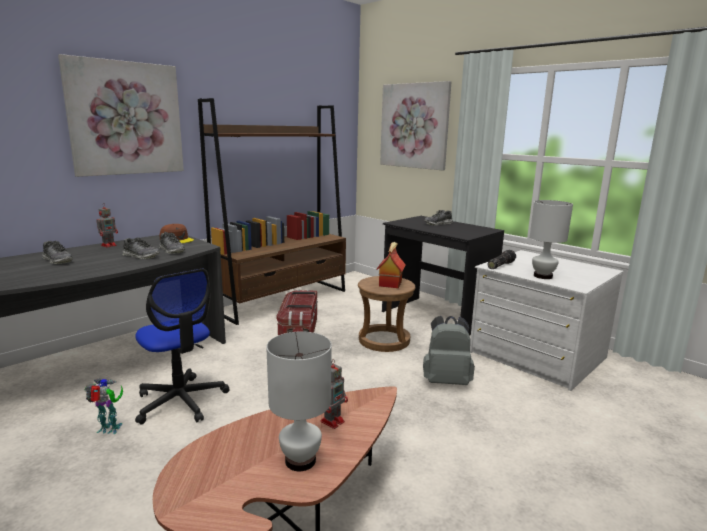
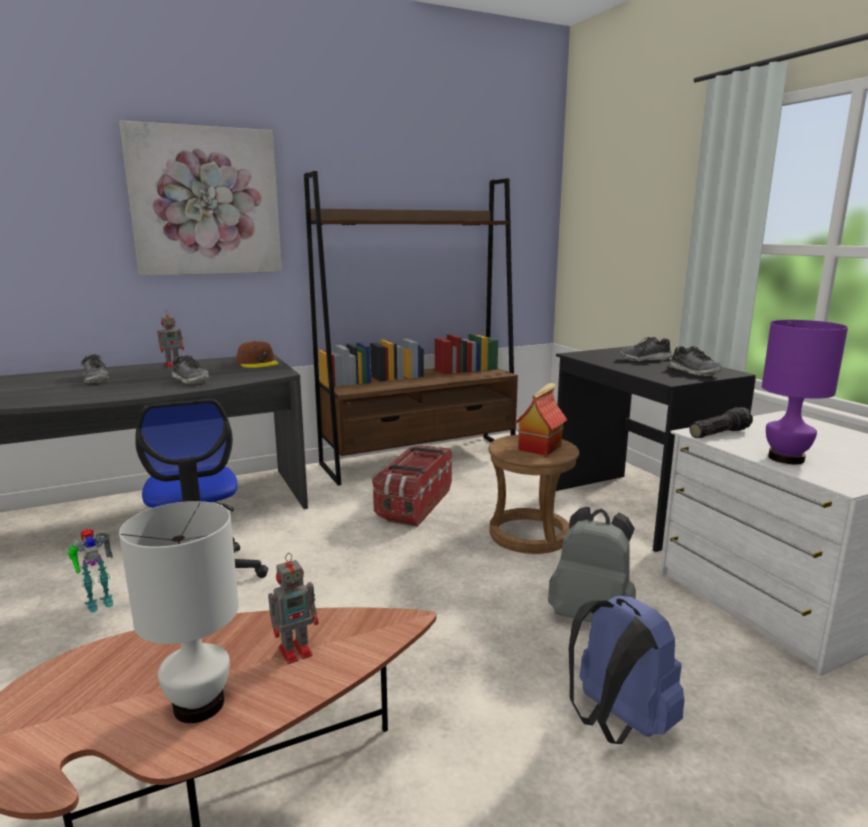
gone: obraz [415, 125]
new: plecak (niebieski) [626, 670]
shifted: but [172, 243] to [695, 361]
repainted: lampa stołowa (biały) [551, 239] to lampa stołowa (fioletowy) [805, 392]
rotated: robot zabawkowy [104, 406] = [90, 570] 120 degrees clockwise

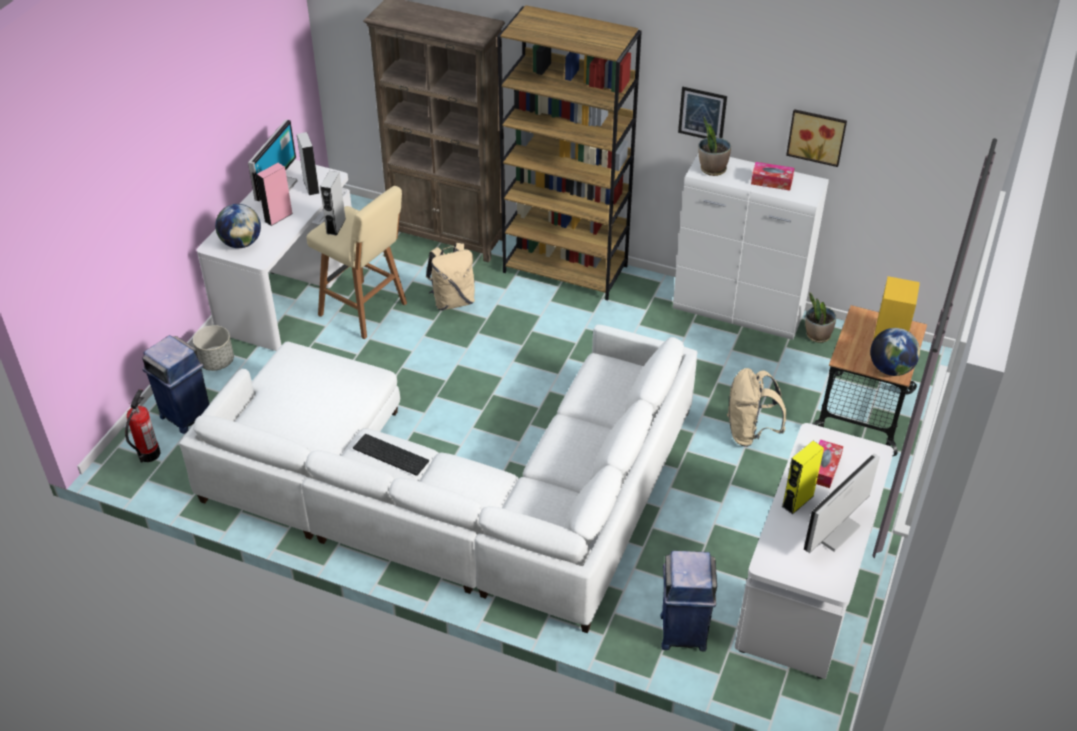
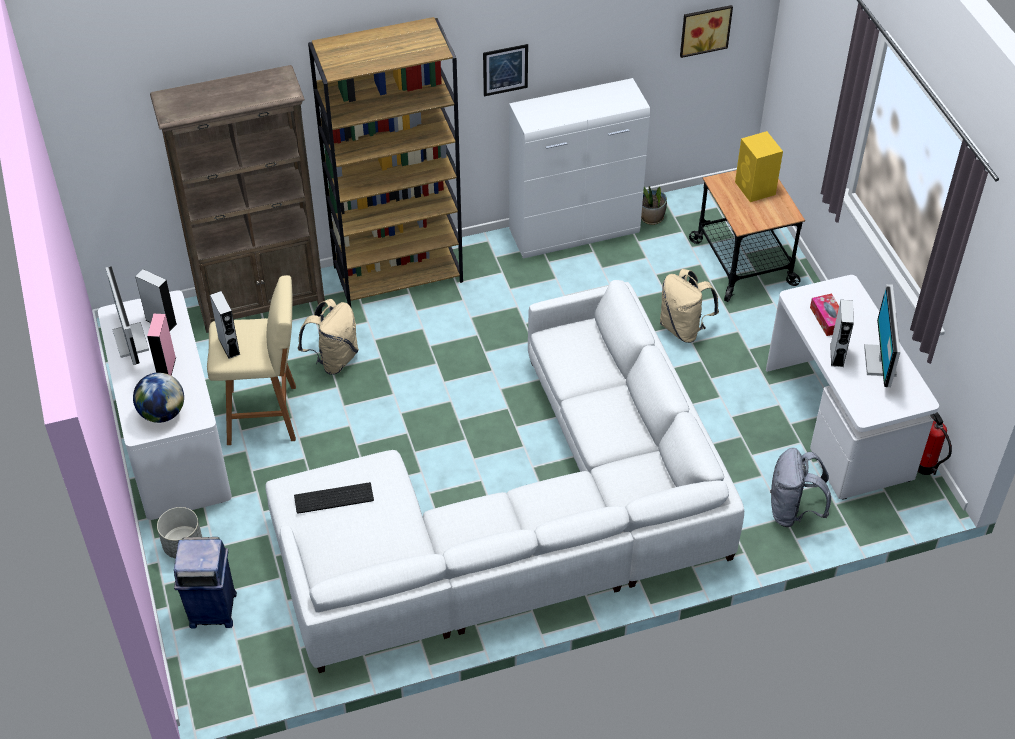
gone: roślina doniczkowa [714, 146]; pudełko chusteczek [772, 176]; globus [895, 352]
shifted: gaśnica [142, 426] to [935, 443]; klawiatura [391, 455] to [334, 498]; obraz [816, 138] to [706, 31]
swapped: kosz na śmieci (niebieski) [689, 601] to plecak (szary) [800, 487]
repainted: głośnik (żółty) [803, 477] to głośnik (szary) [842, 333]

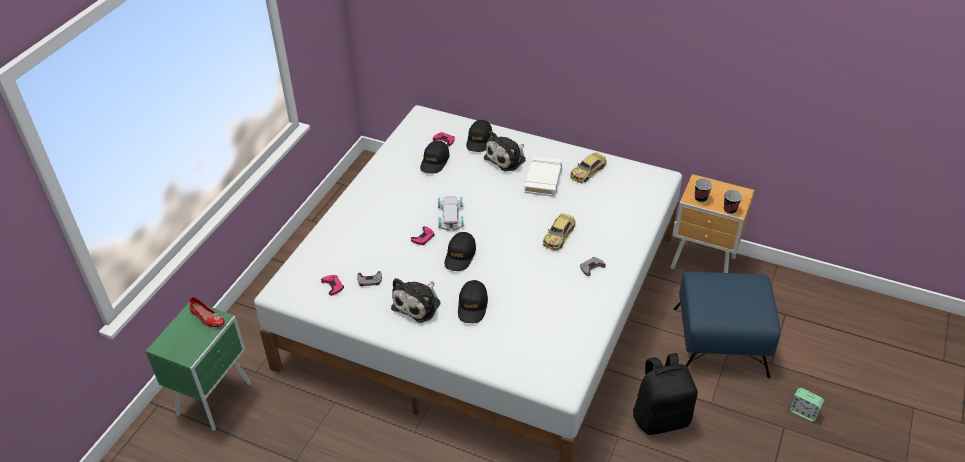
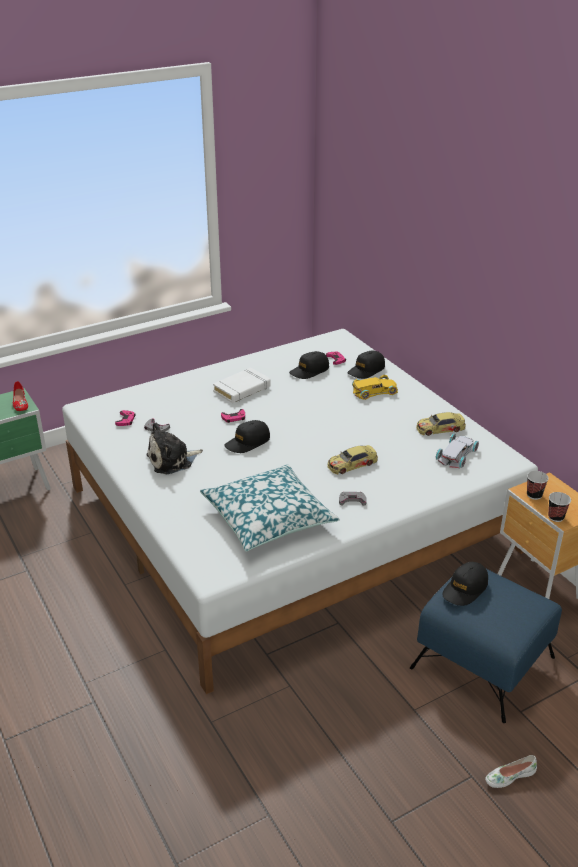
gone: plecak (czarny) [665, 394]
new: poduszka [270, 507]
shifted: samochodzik (biały) [451, 213] to [457, 450]; czapka z daszkiem (czarny) [473, 301] to [465, 584]; książka (biały) [543, 176] to [242, 385]
swapped: pluszak [505, 151] to samochodzik (żółty) [375, 387]; budzik [806, 405] to but (biały) [511, 771]

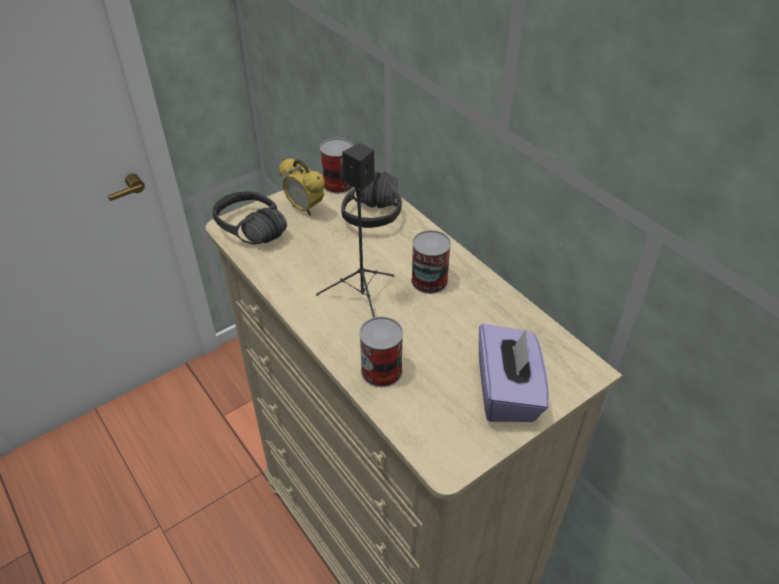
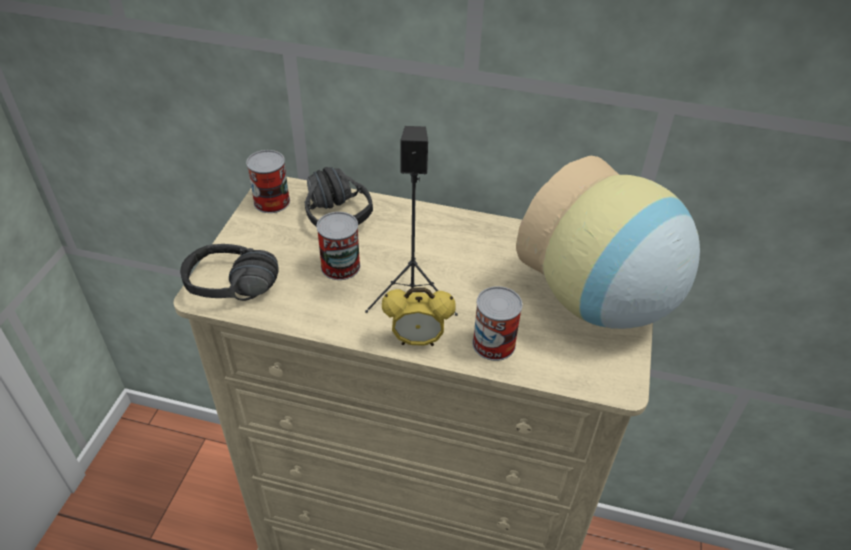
shifted: budzik [302, 187] to [419, 317]; puszka [431, 262] to [338, 246]
swapped: pudełko chusteczek (fioletowy) [514, 373] to wazon [608, 242]

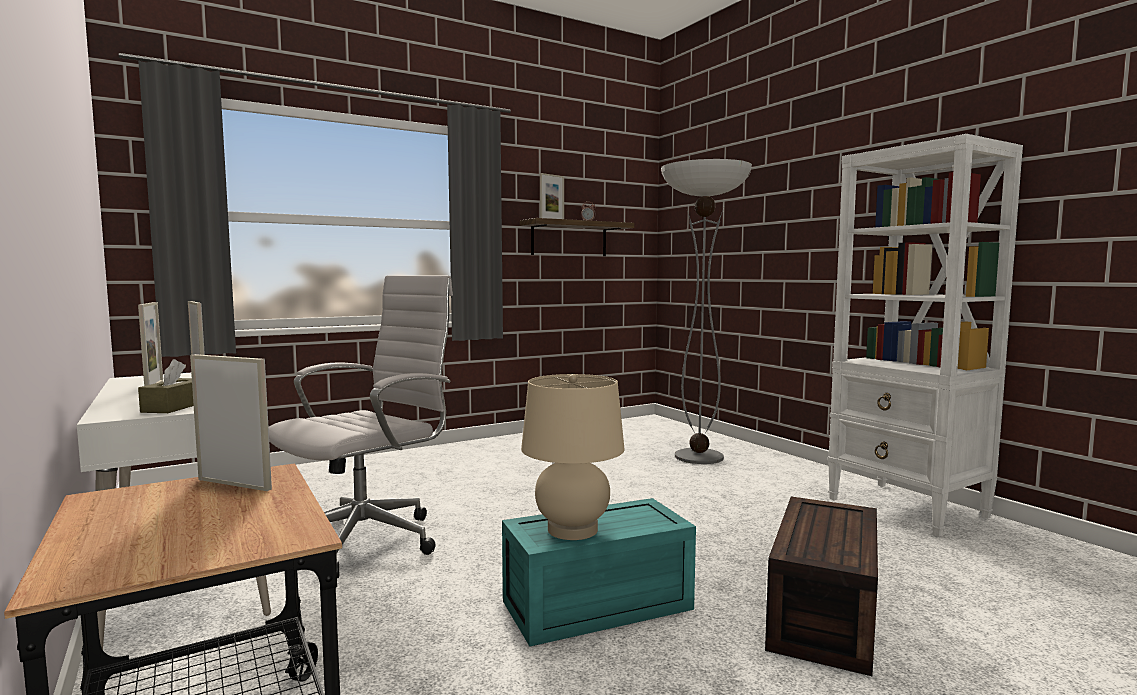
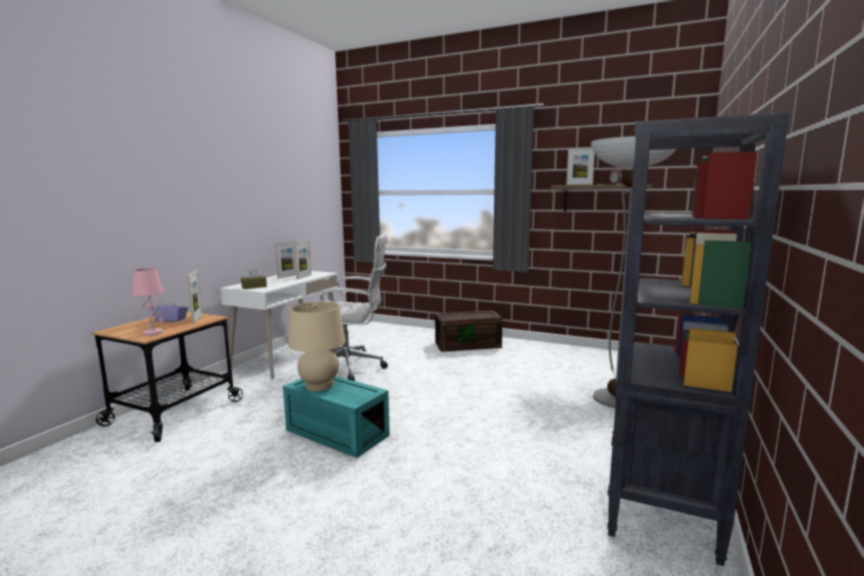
new: lampa stołowa (różowy) [148, 302]; pudełko chusteczek (fioletowy) [170, 310]
shifted: pojemnik do przechowywania (brązowy) [821, 586] to [469, 331]
repainted: regał (biały) [925, 335] to regał (czarny) [698, 339]

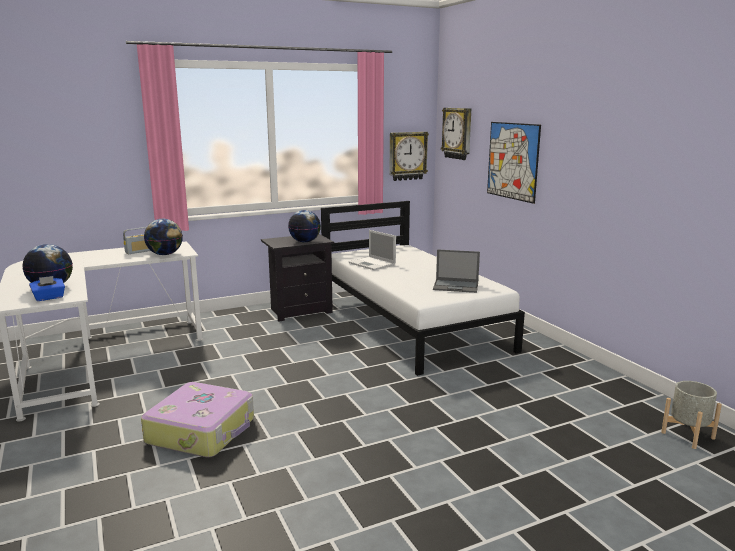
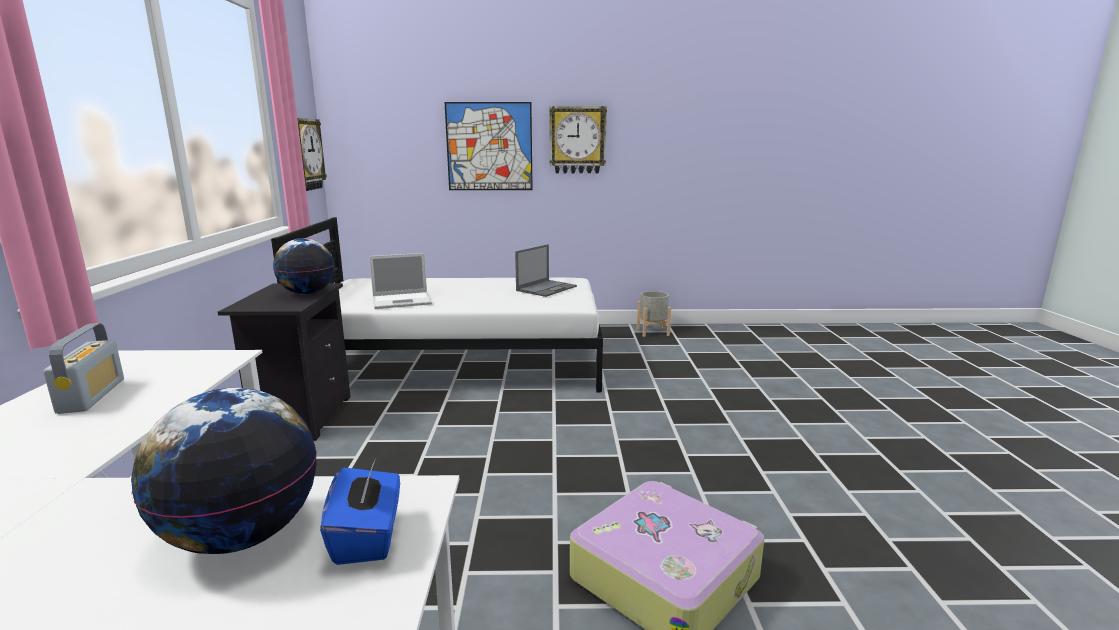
gone: globus [163, 237]
shifted: zegar ścienny [456, 134] to [578, 139]; donica (szary) [691, 415] to [654, 314]

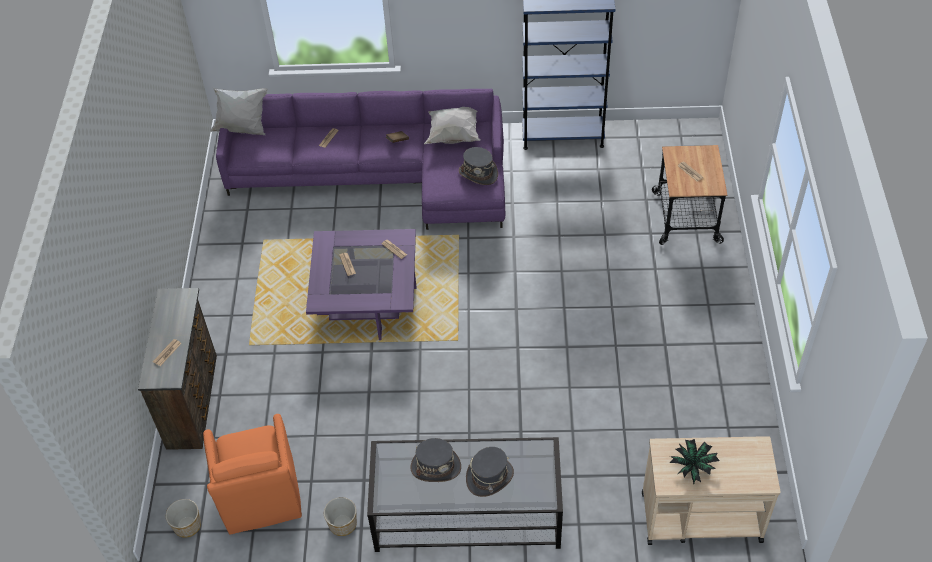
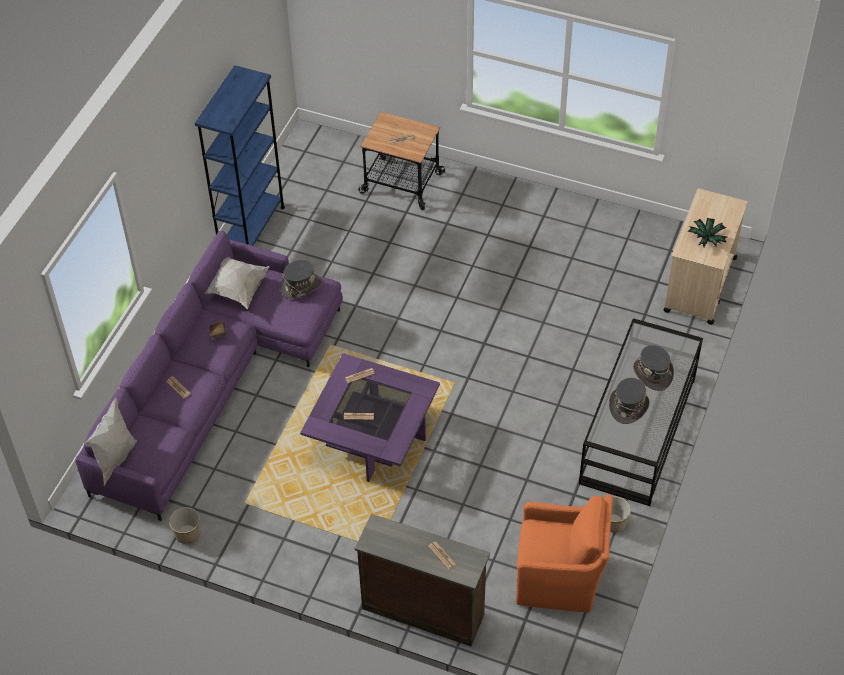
shifted: donica [183, 518] to [184, 525]

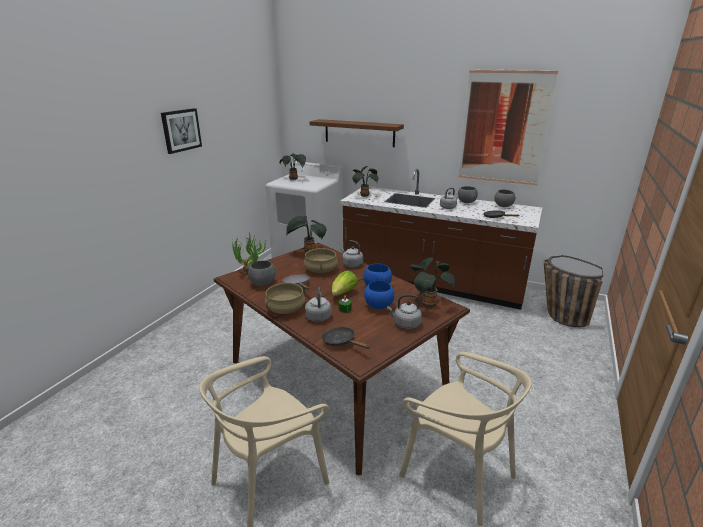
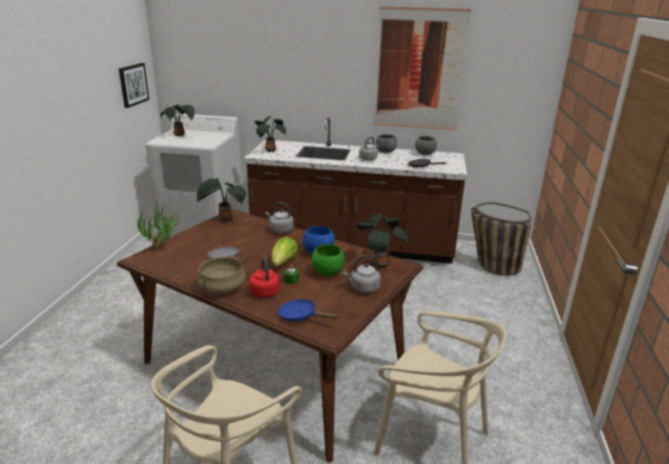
gone: miska (szary) [262, 273]; garnek (beżowy) [321, 260]; półka (brązowy) [357, 133]
shifted: obraz [181, 131] to [134, 85]
repainted: czajnik (szary) [318, 304] to czajnik (czerwony) [264, 277]; patelnia (czarny) [346, 338] to patelnia (niebieski) [308, 310]; miska (niebieski) [379, 295] to miska (zielony) [328, 260]

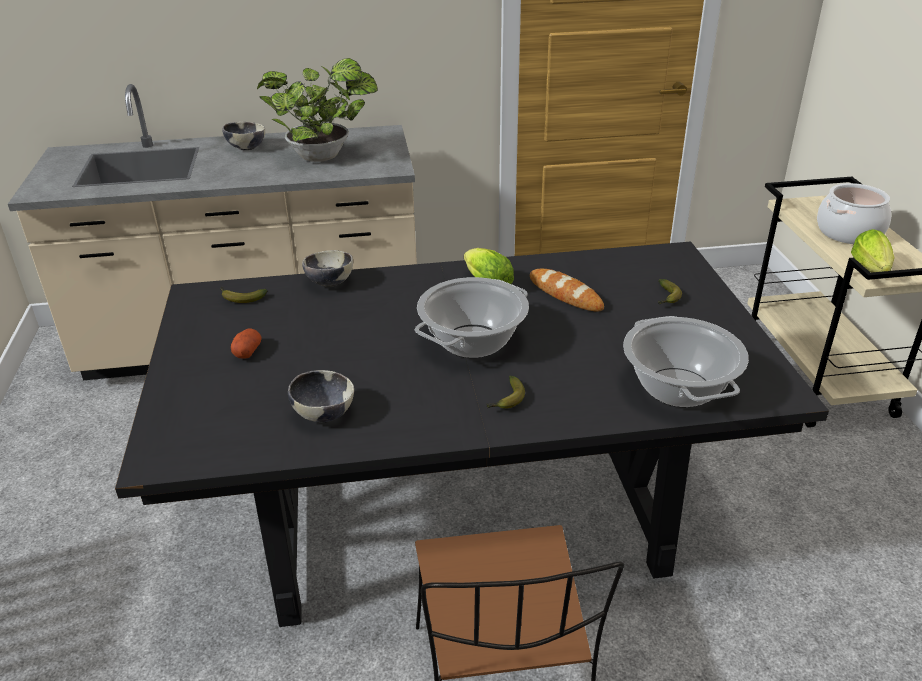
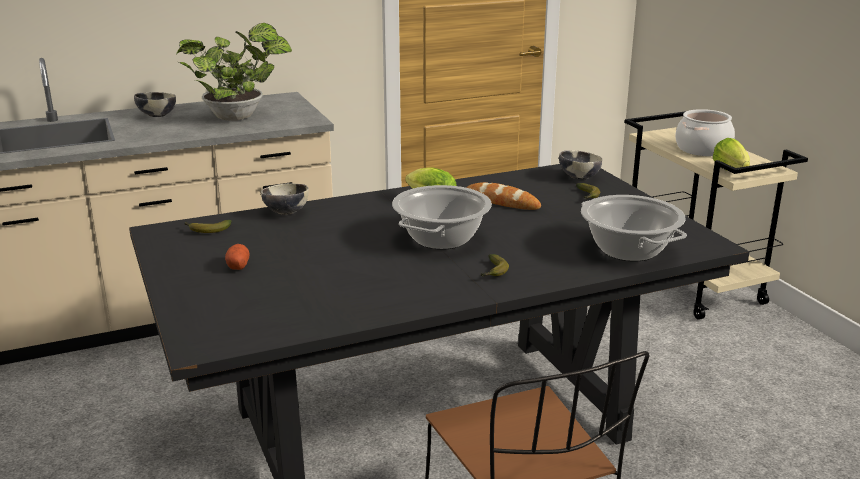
shifted: miska [321, 396] to [581, 165]

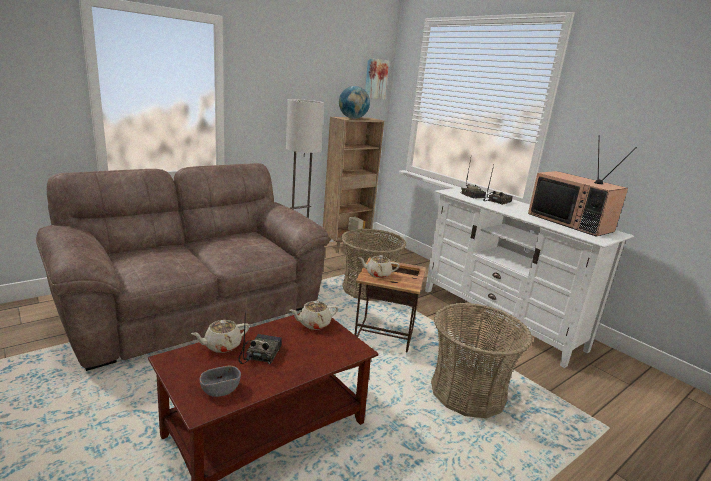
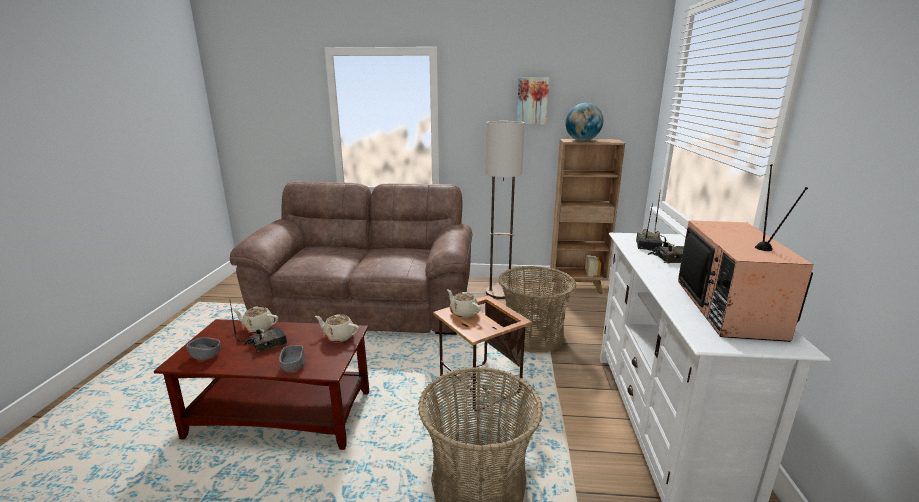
new: miska (szary) [292, 358]
shifted: obraz [377, 78] to [533, 101]

